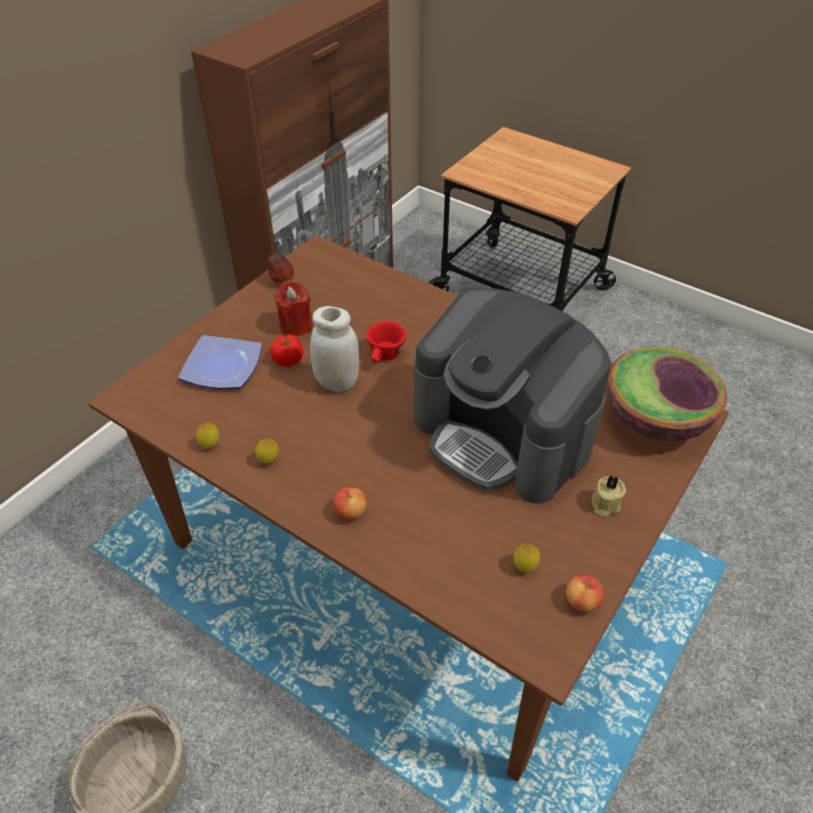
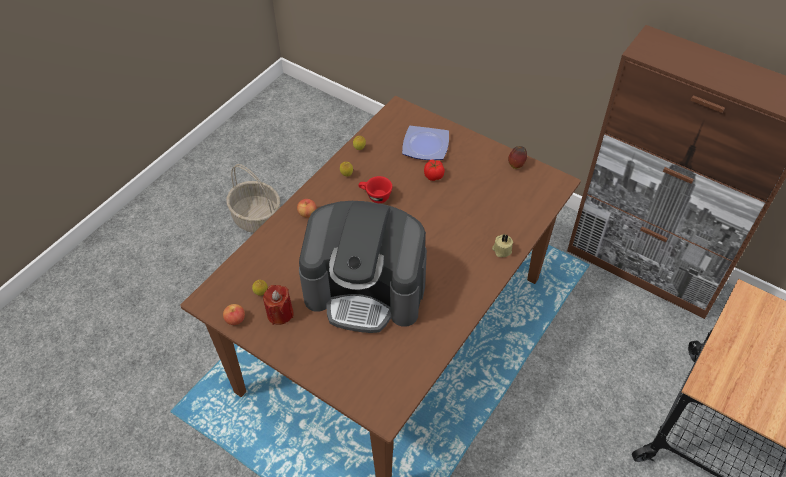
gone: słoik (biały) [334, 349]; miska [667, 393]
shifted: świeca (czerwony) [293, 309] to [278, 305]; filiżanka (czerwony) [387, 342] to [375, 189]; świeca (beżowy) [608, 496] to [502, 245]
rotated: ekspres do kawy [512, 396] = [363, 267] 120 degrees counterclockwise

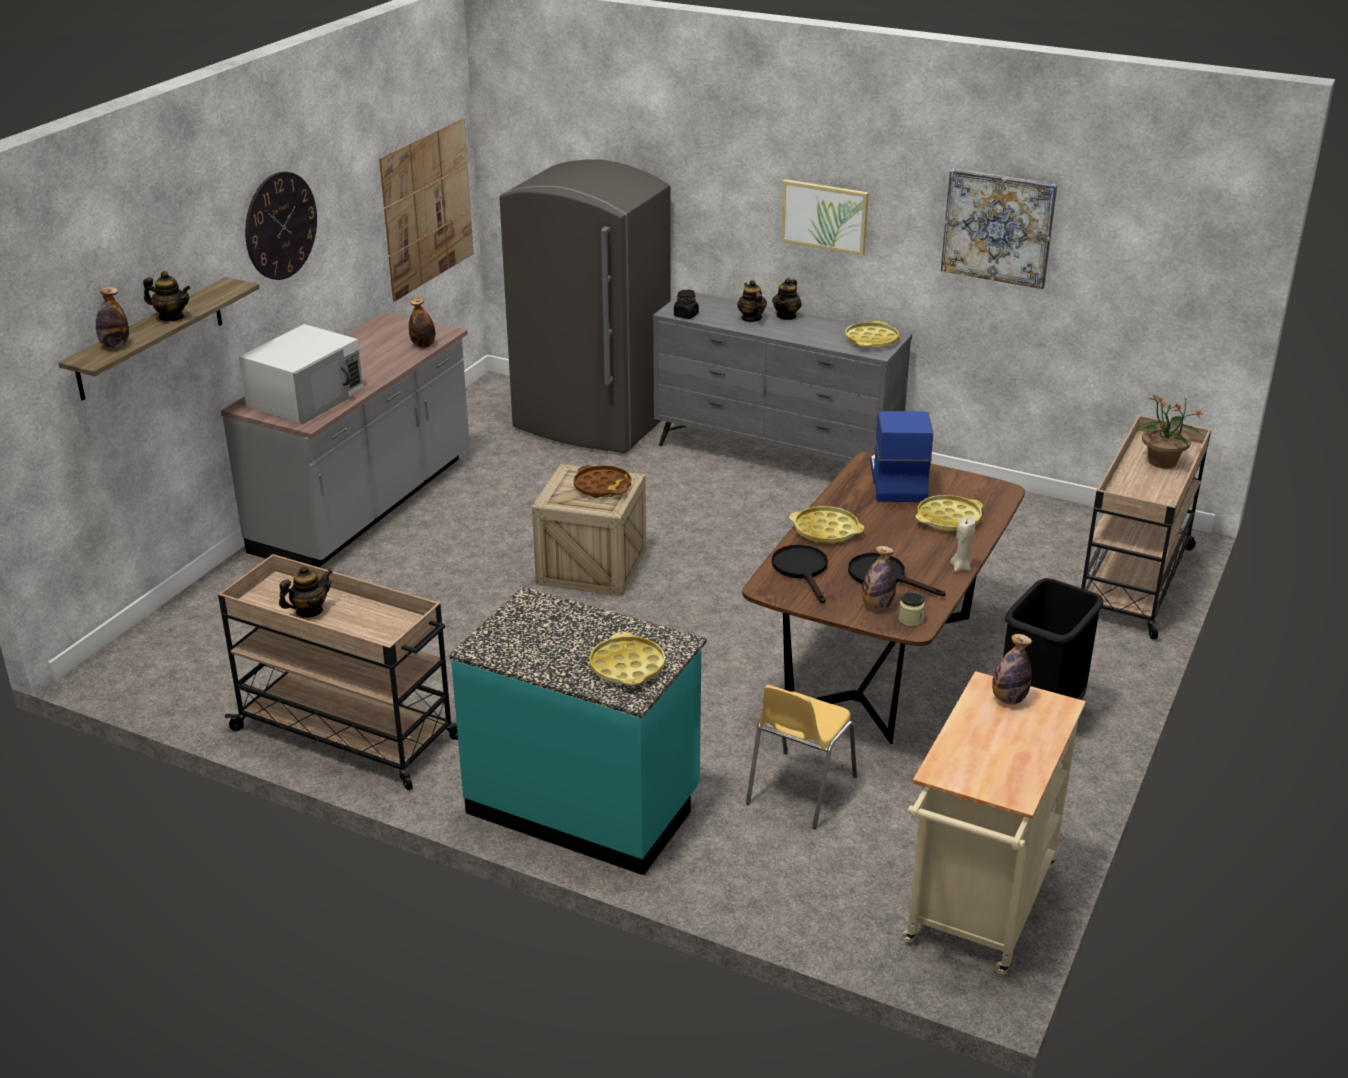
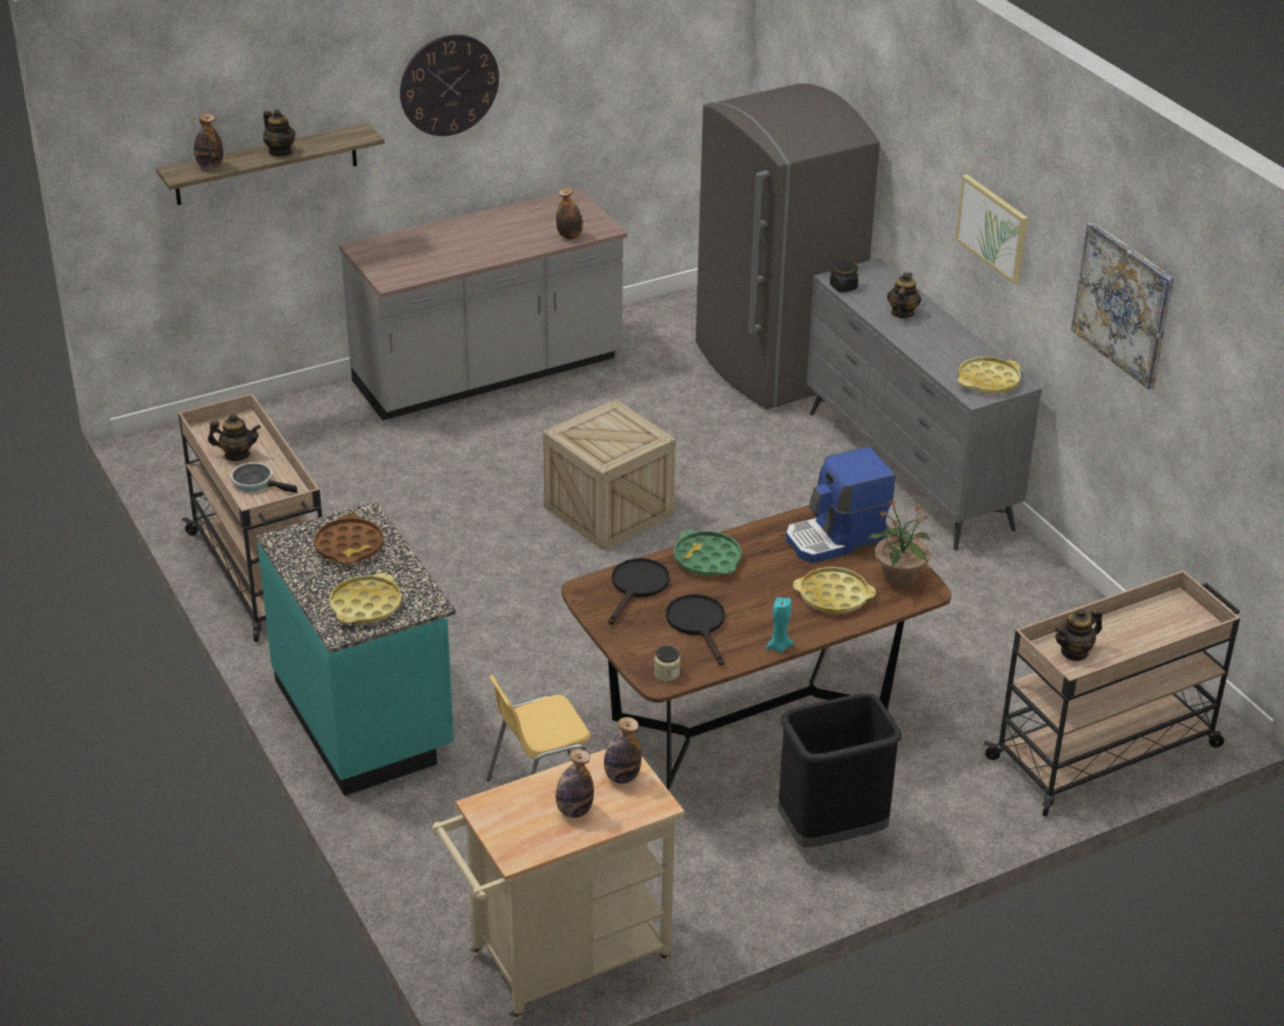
gone: mikrofalówka (biały) [301, 374]; obraz [426, 210]
new: patelnia [264, 477]
shifted: taca (brązowy) [602, 481] to [348, 539]; imbryk [787, 299] to [1078, 634]; butelka [879, 578] to [575, 783]; roślina doniczkowa [1171, 431] to [899, 543]
repainted: taca (żółty) [826, 525] to taca (zielony) [708, 553]; świeca (beżowy) [963, 544] to świeca (turkusowy) [779, 625]
rotated: ekspres do kawy [901, 456] = [840, 504] 150 degrees counterclockwise

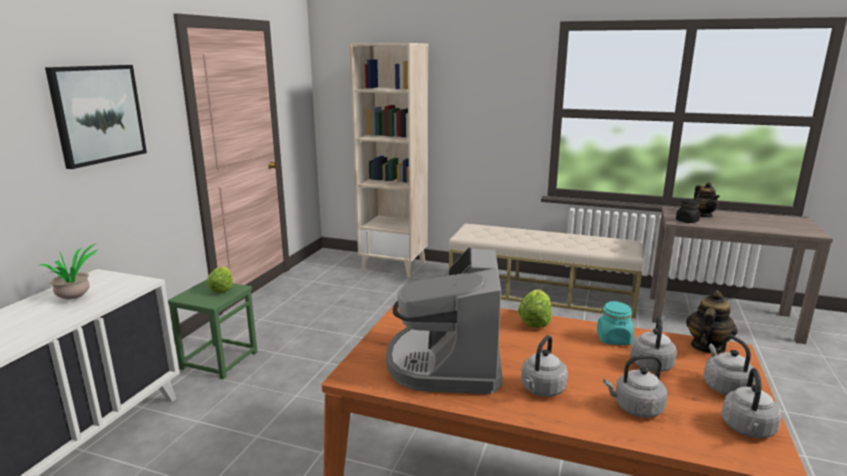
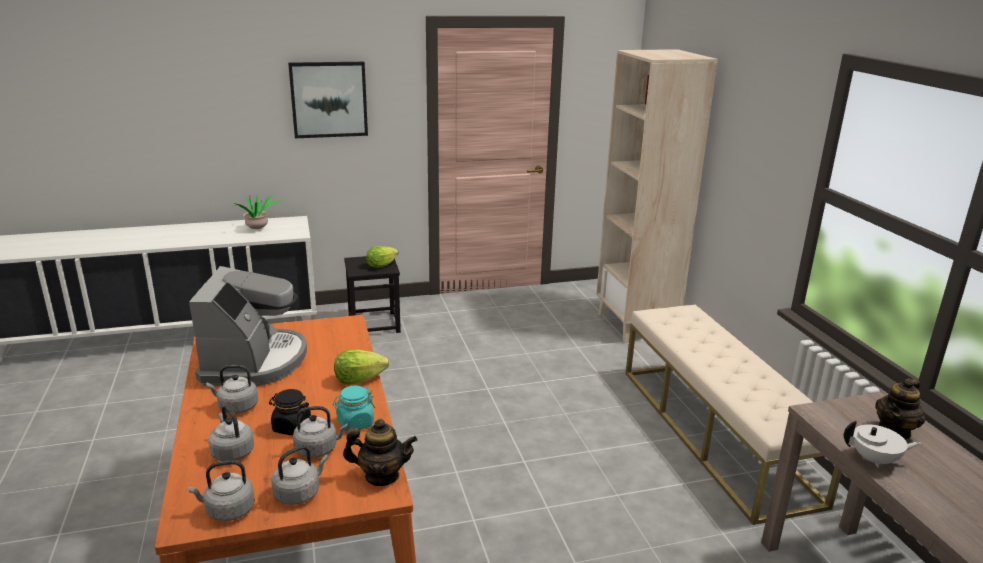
new: imbryk (biały) [882, 444]
shifted: słoik (czarny) [688, 211] to [290, 412]
repainted: stołek (zielony) [212, 329] to stołek (czarny) [372, 294]
rotated: ekspres do kawy [444, 320] = [248, 326] 120 degrees clockwise

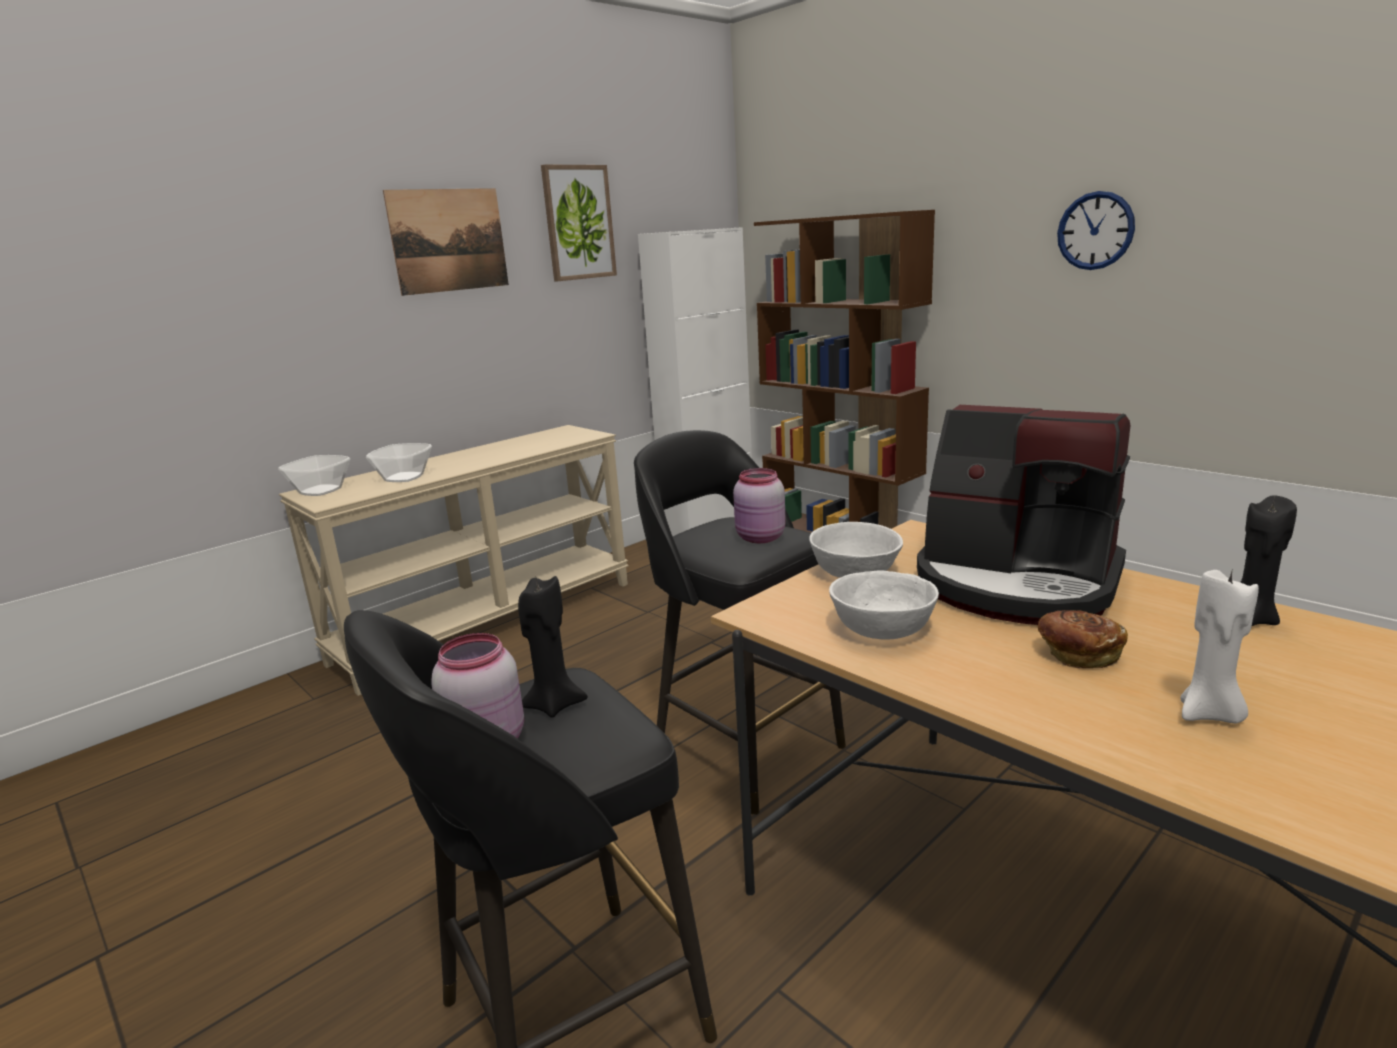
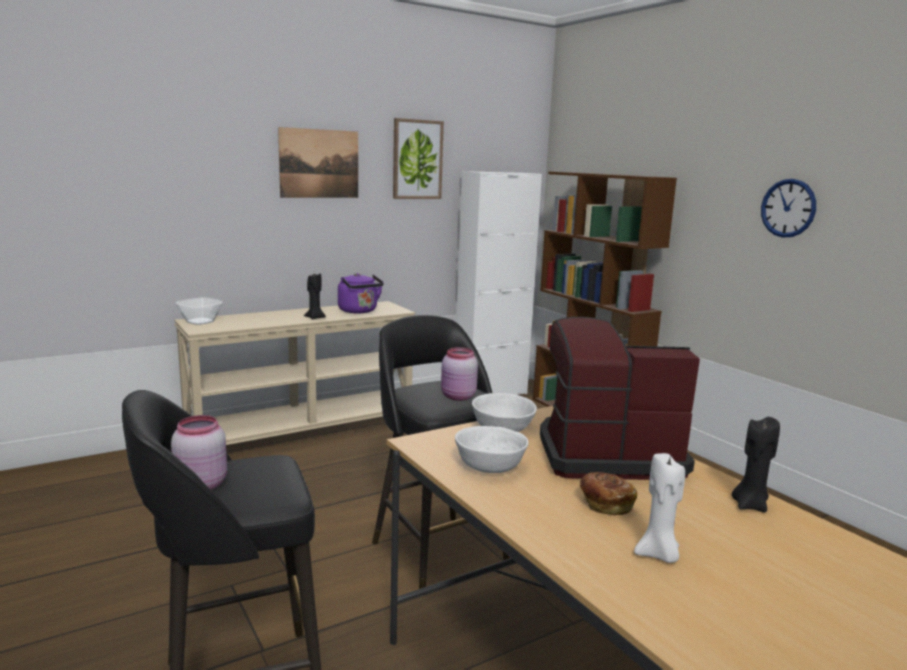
gone: miska [399, 462]
new: czajnik (fioletowy) [361, 293]
shifted: świeca (czarny) [553, 646] to [315, 296]
rotated: ekspres do kawy [1023, 515] = [620, 398] 135 degrees clockwise

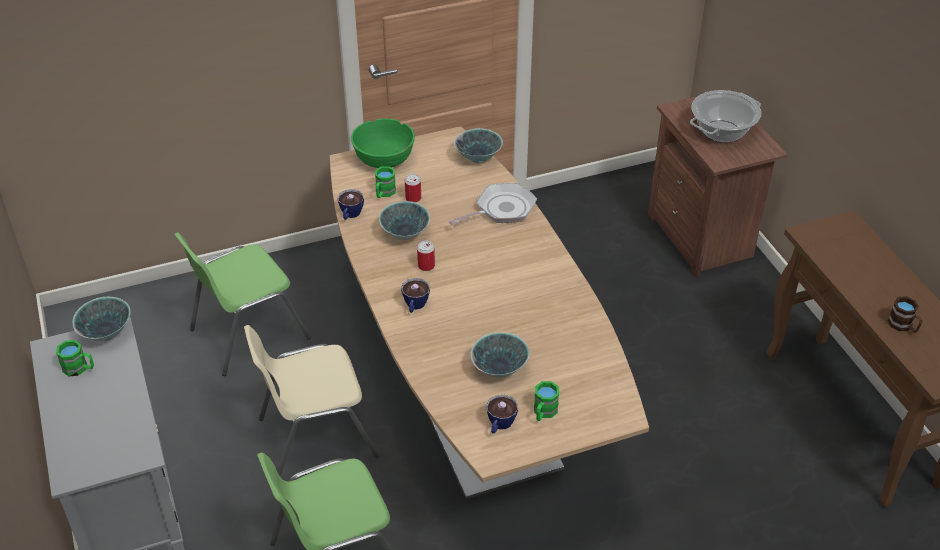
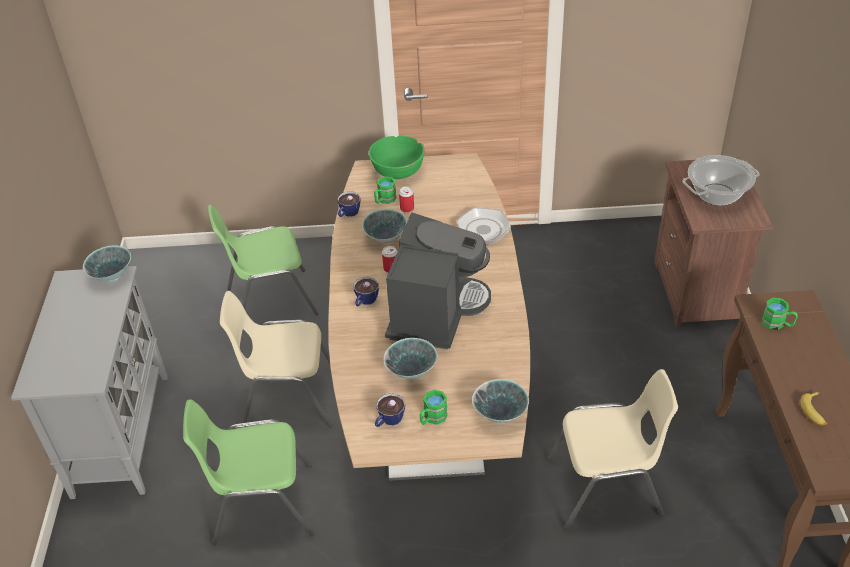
new: ekspres do kawy [438, 281]; krzesło (beżowy) [613, 449]
shifted: kubek (zielony) [75, 358] to [780, 314]; miska [478, 146] to [500, 401]
swapped: kubek (brązowy) [905, 314] to banan [813, 408]

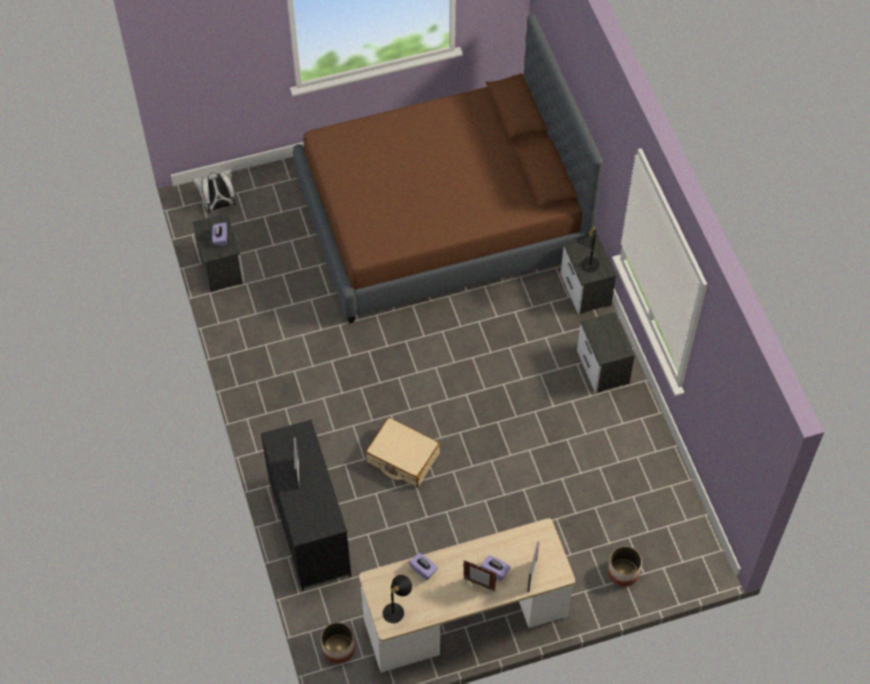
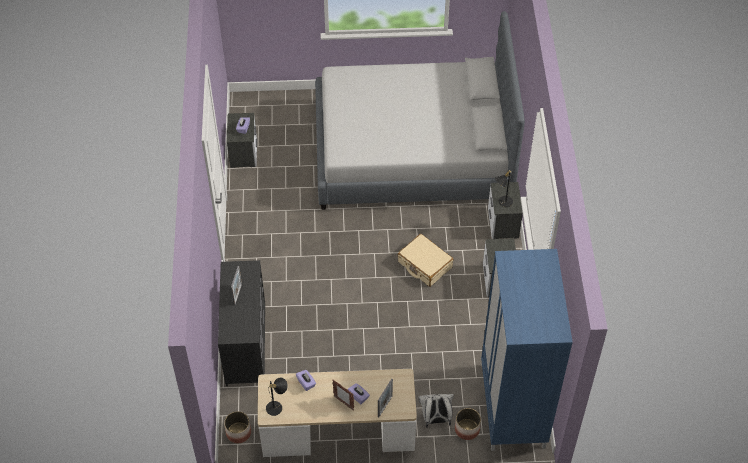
new: szafa (niebieski) [527, 350]
shifted: plecak (biały) [214, 191] to [436, 411]; walizka (beżowy) [402, 452] to [425, 260]
repainted: łóżko (brązowy) [448, 168] to łóżko (szary) [420, 110]

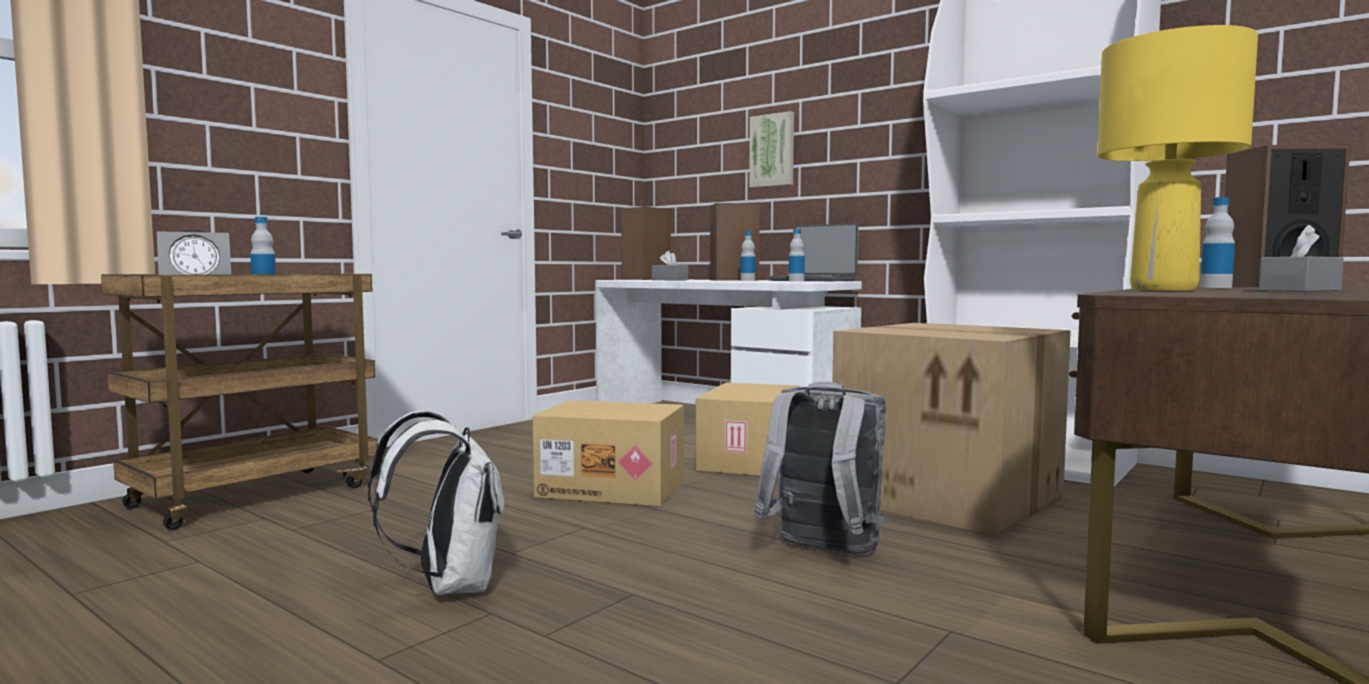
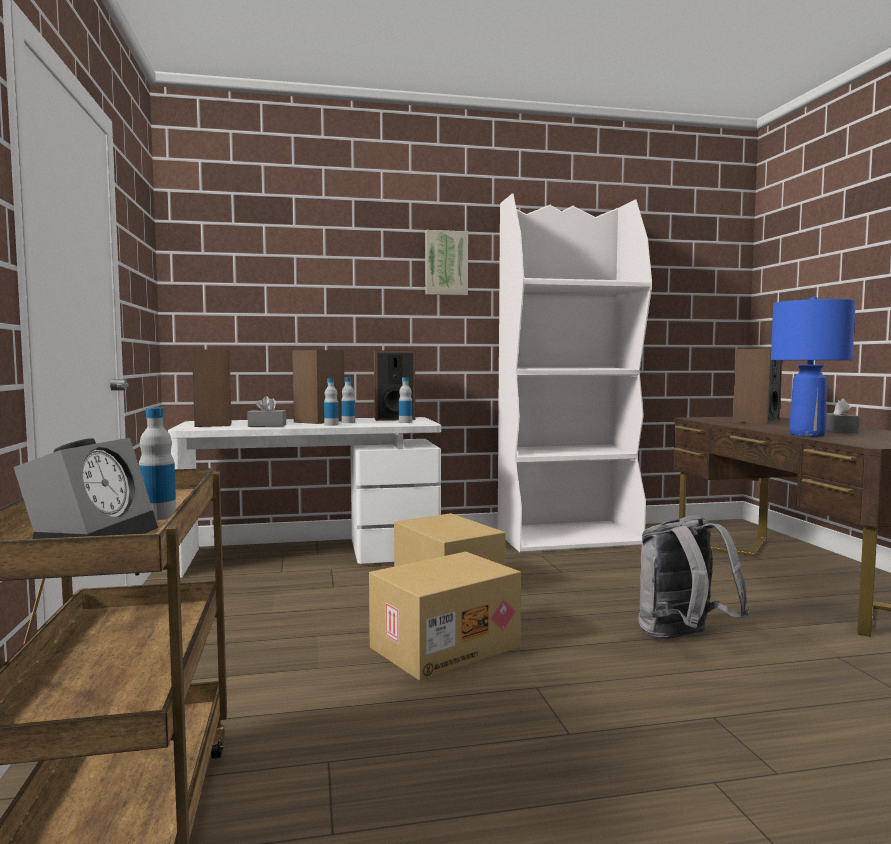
gone: plecak (biały) [435, 503]; karton [951, 429]
shifted: obraz [771, 149] to [446, 263]; butelka [1217, 242] to [331, 402]
swapped: laptop [813, 252] to głośnik [395, 386]
repainted: lampa stołowa (żółty) [1177, 158] to lampa stołowa (niebieski) [813, 366]

